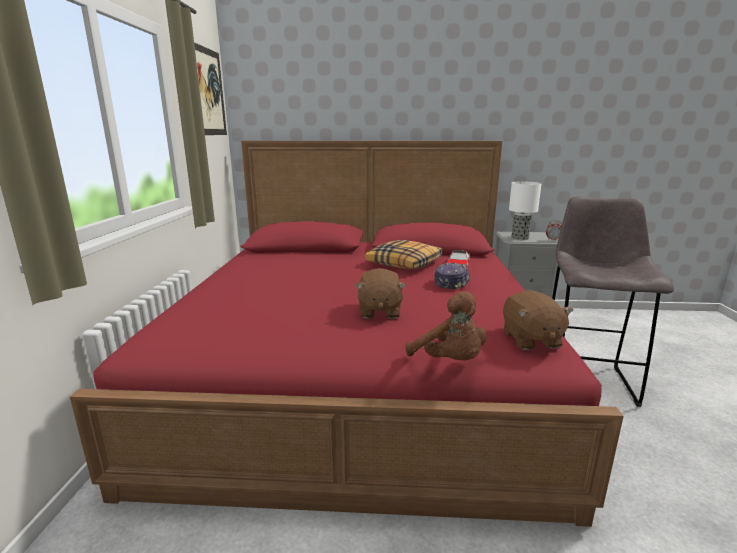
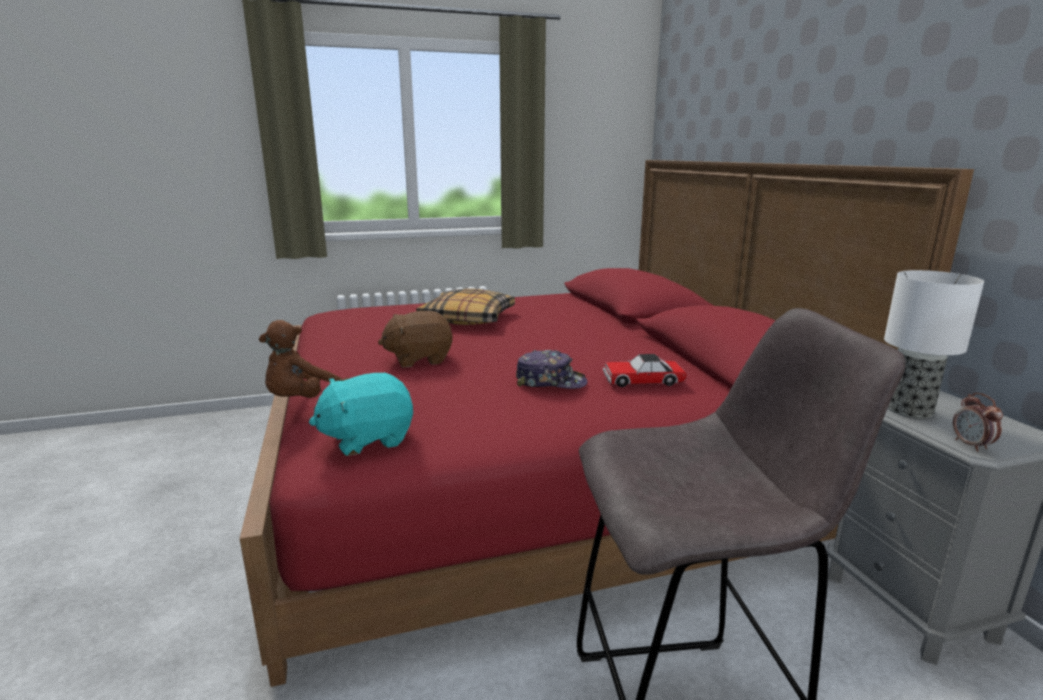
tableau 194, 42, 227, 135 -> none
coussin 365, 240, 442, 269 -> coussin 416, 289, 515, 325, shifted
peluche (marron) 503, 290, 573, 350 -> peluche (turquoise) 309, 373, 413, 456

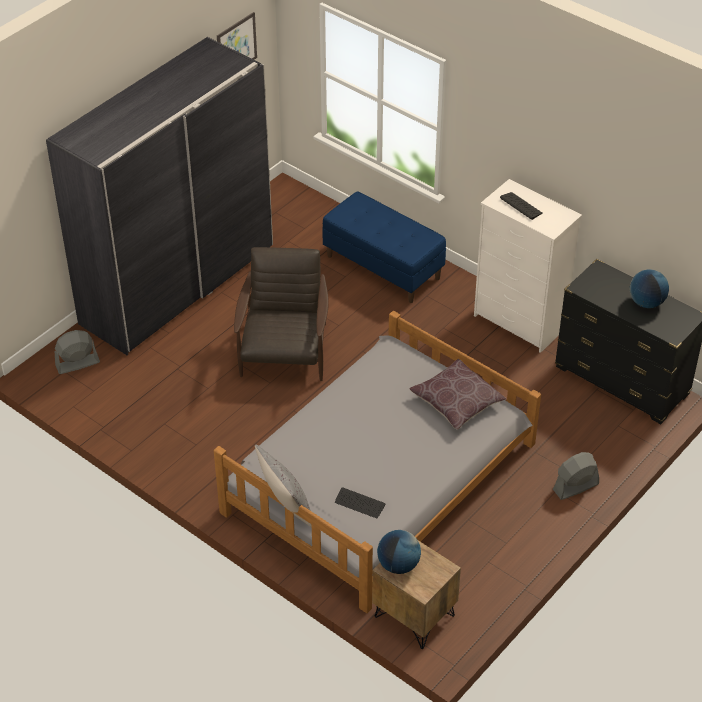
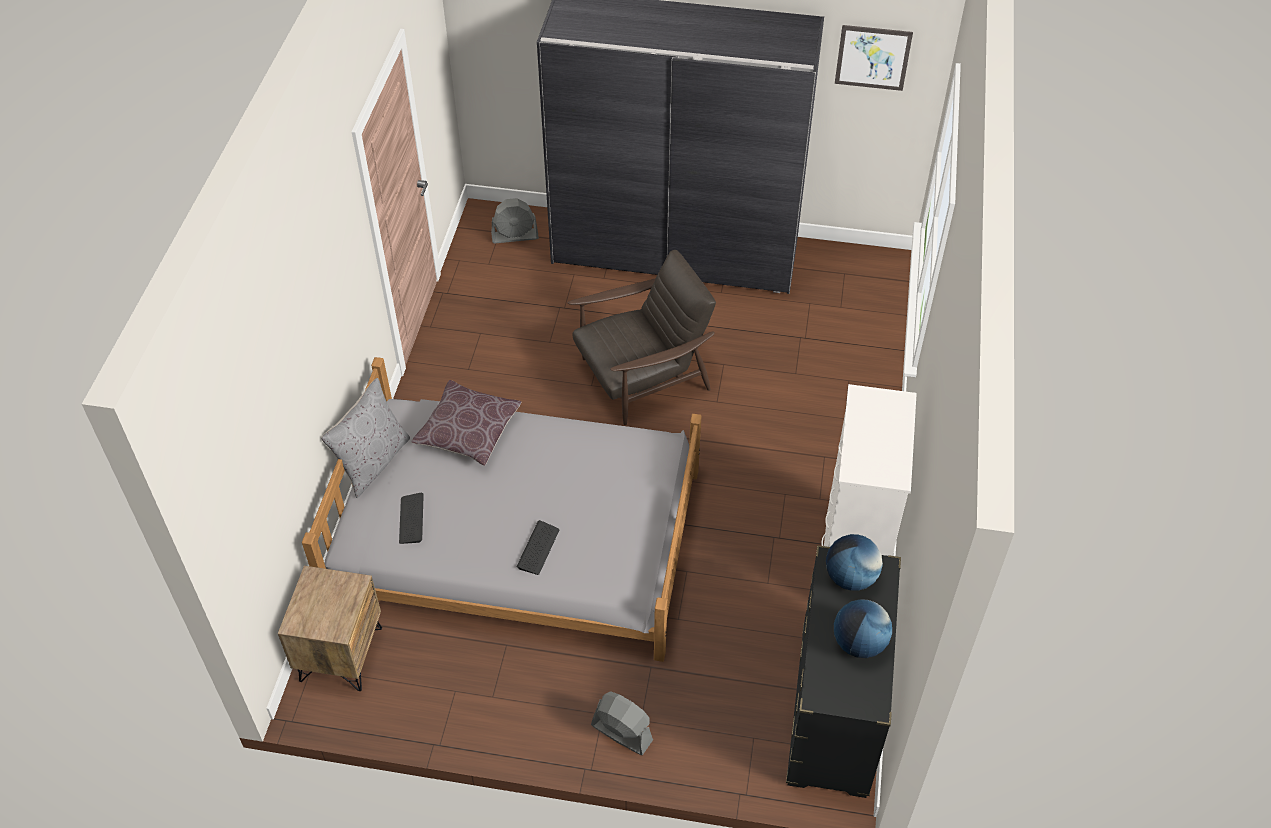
ventilateur (gris) 54, 330, 100, 374 -> ventilateur (gris) 491, 198, 539, 243, 135 degrees clockwise
banc (bleu) 322, 191, 446, 303 -> none
globe 377, 530, 421, 574 -> globe 826, 534, 883, 591, shifted
coussin (marron) 409, 359, 506, 430 -> coussin (marron) 411, 380, 522, 466, shifted
clavier 500, 192, 542, 220 -> clavier 517, 520, 559, 575, shifted

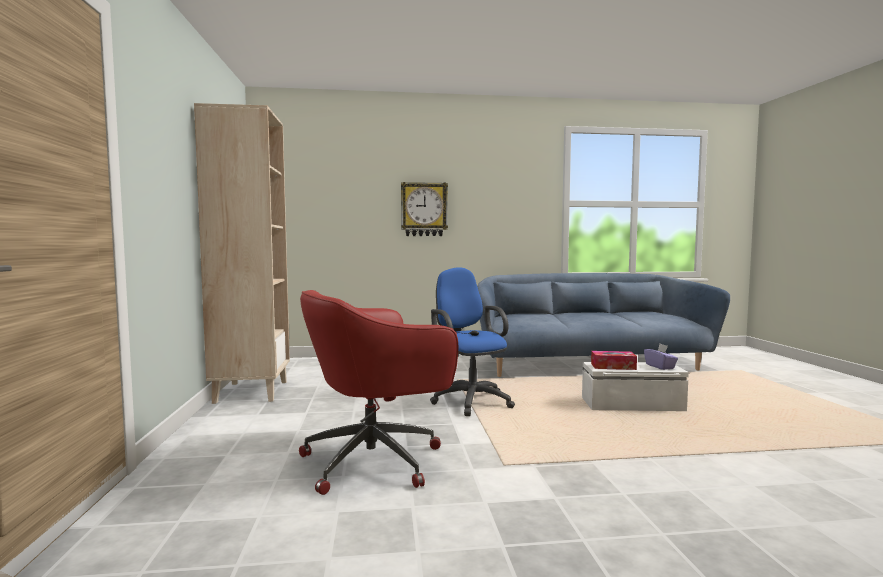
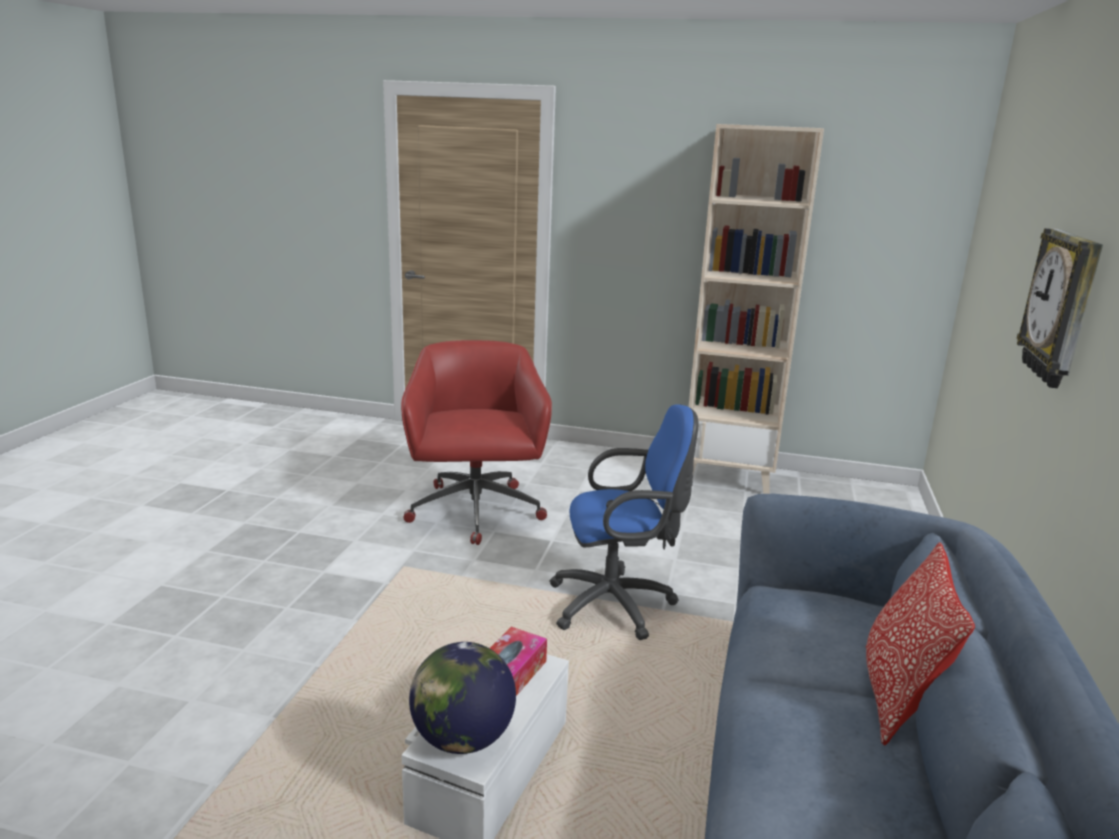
boîte à mouchoirs (violet) 644, 344, 678, 370 -> globe 409, 642, 516, 754
none -> coussin 866, 542, 975, 745

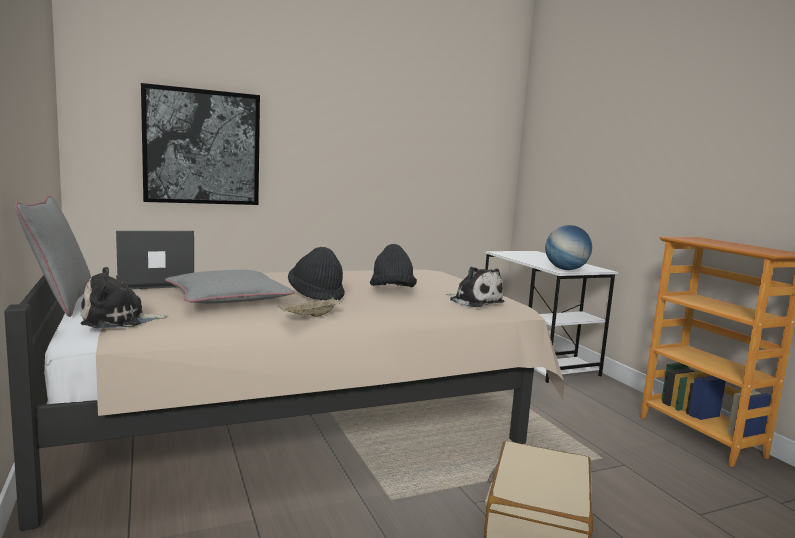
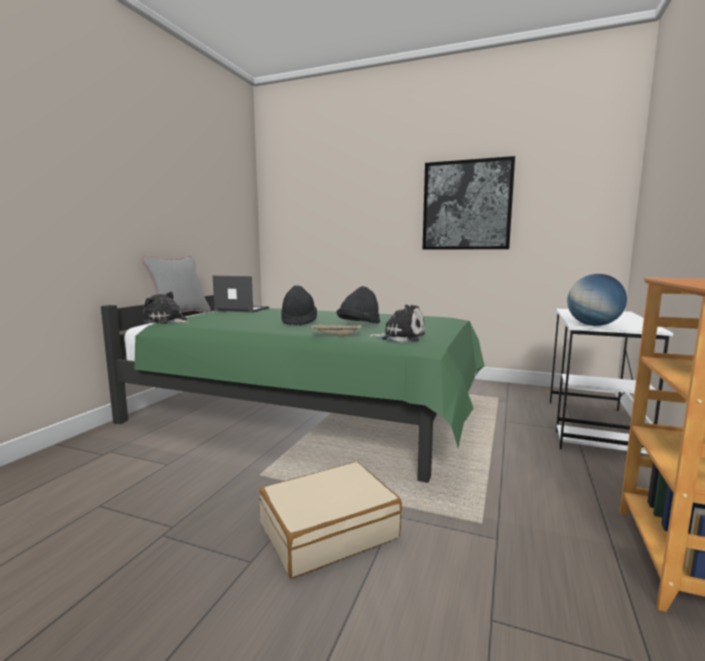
lit (beige) 4, 270, 564, 531 -> lit (vert) 101, 295, 485, 483
tableau 141, 83, 260, 205 -> tableau 423, 156, 515, 250, shifted
coussin (gris) 165, 270, 295, 304 -> none
plateau (beige) 278, 297, 341, 317 -> plateau (beige) 311, 324, 362, 336, shifted
peluche 446, 267, 504, 307 -> peluche 369, 304, 425, 342, 75 degrees counterclockwise

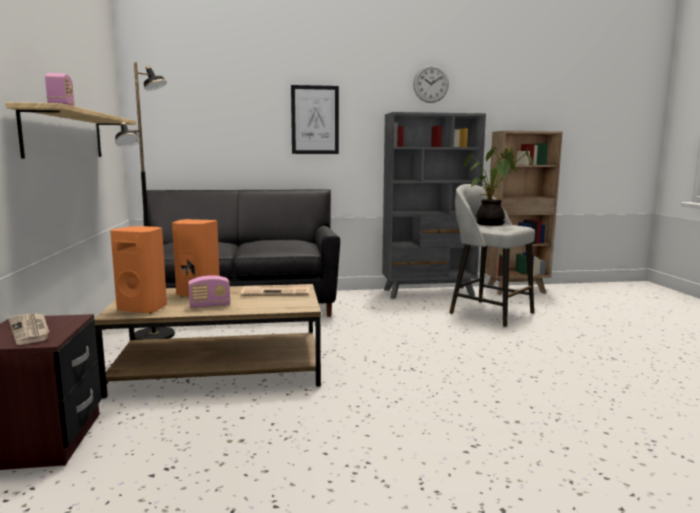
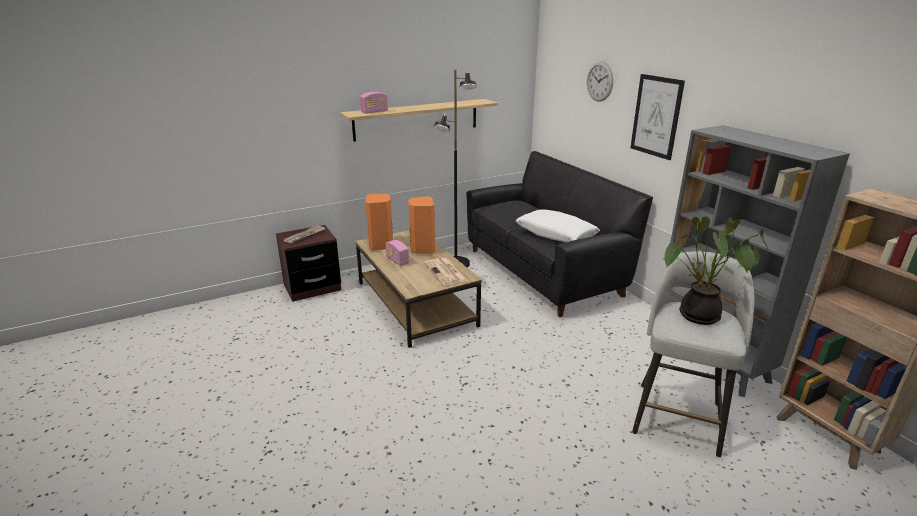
horloge murale 413, 65, 449, 103 -> horloge murale 587, 62, 613, 102, shifted
none -> coussin (blanc) 516, 209, 600, 242

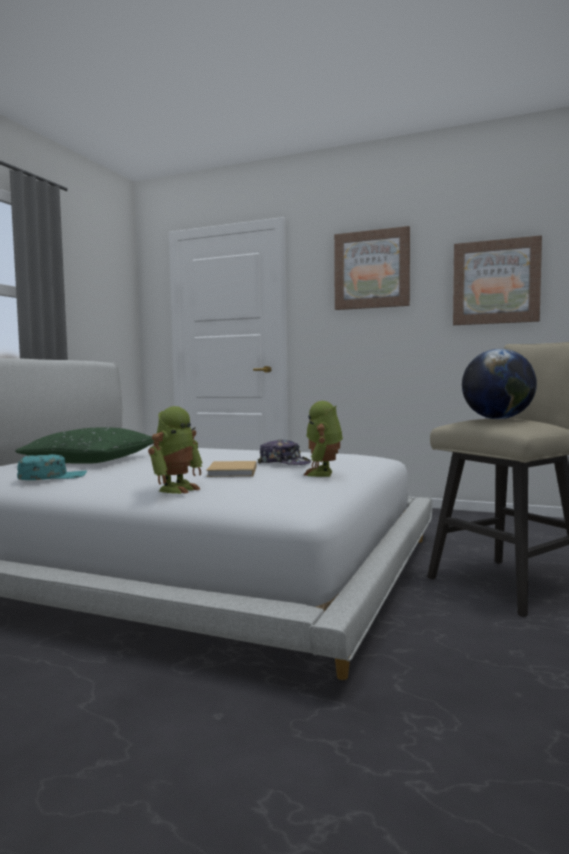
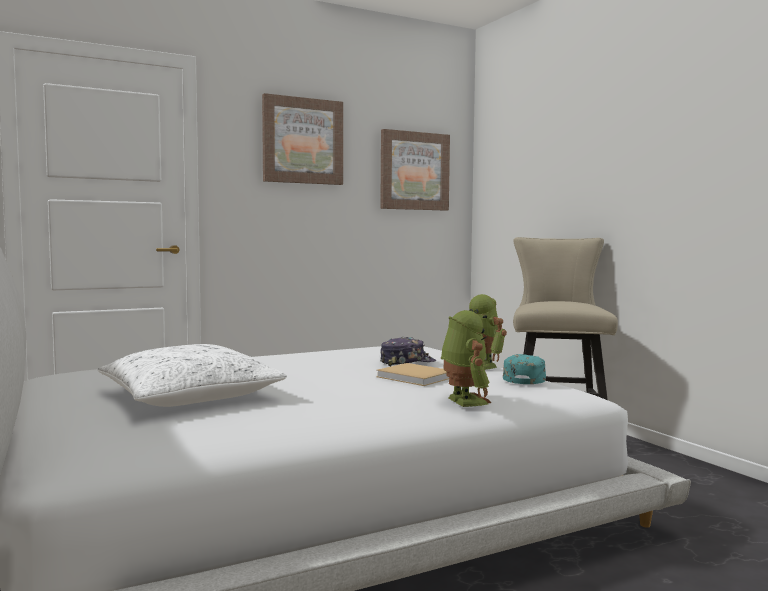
coussin (vert) 15, 428, 154, 464 -> coussin (blanc) 98, 344, 287, 407
casquette (turquoise) 17, 454, 87, 480 -> casquette (turquoise) 503, 354, 546, 384, shifted
globe 462, 349, 537, 419 -> none

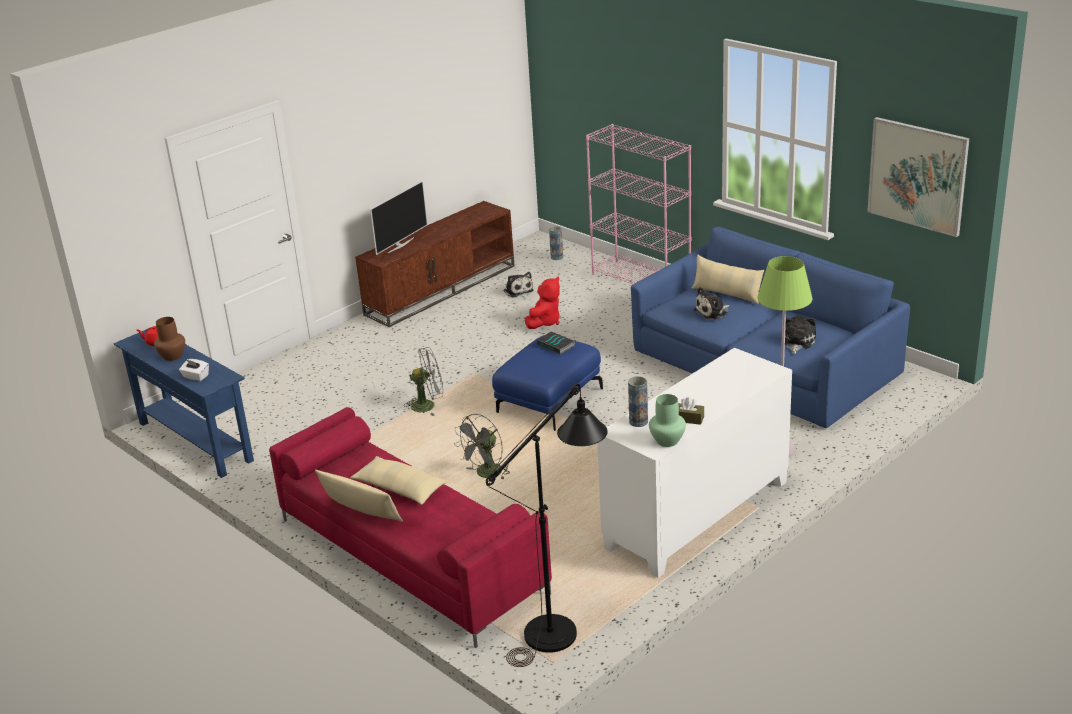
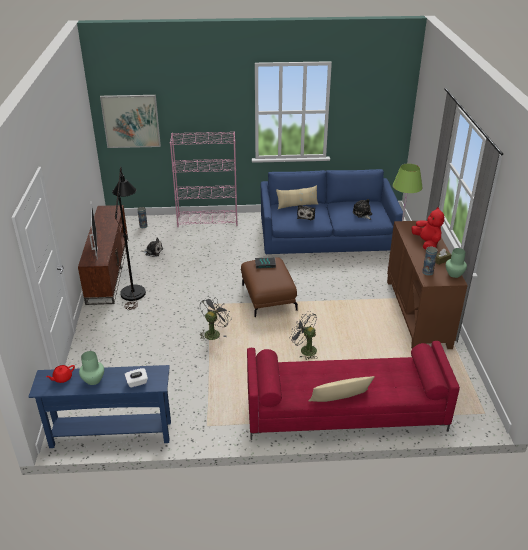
vase (marron) 154, 317, 185, 361 -> vase (vert) 79, 351, 104, 385
coussin (beige) 350, 456, 449, 505 -> none
ventilateur (gris) 454, 414, 510, 479 -> ventilateur (gris) 290, 311, 318, 359, 135 degrees clockwise
lampadaire (noir) 486, 383, 608, 667 -> lampadaire (noir) 112, 167, 146, 310, shifted
pouf (bleu) 492, 335, 603, 431 -> pouf (marron) 241, 257, 298, 317
peluche (rouge) 525, 277, 560, 329 -> peluche (rouge) 411, 207, 444, 250, shifted
meuble de rangement (blanc) 597, 348, 792, 578 -> meuble de rangement (marron) 387, 220, 468, 349
tableau 867, 117, 970, 237 -> tableau 100, 95, 161, 148, shifted

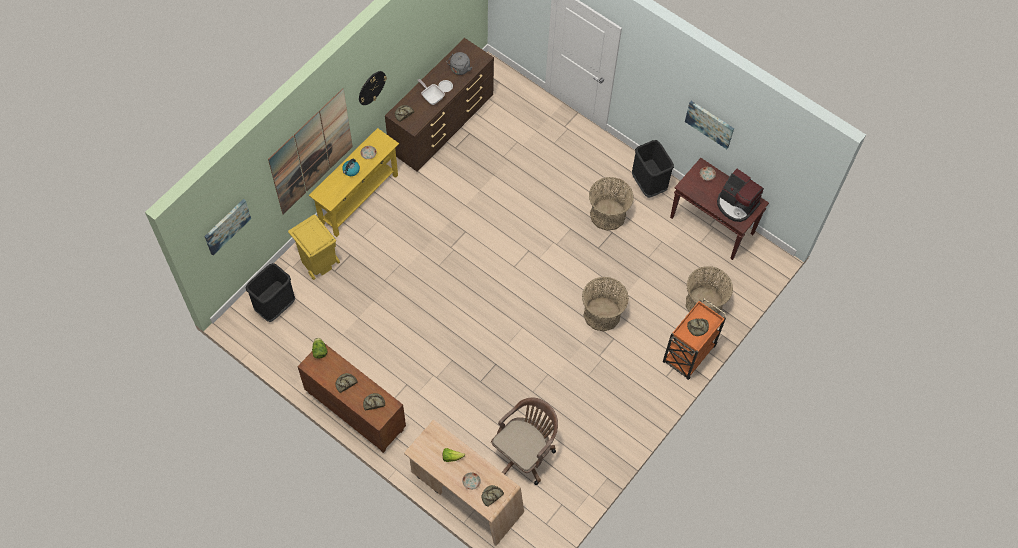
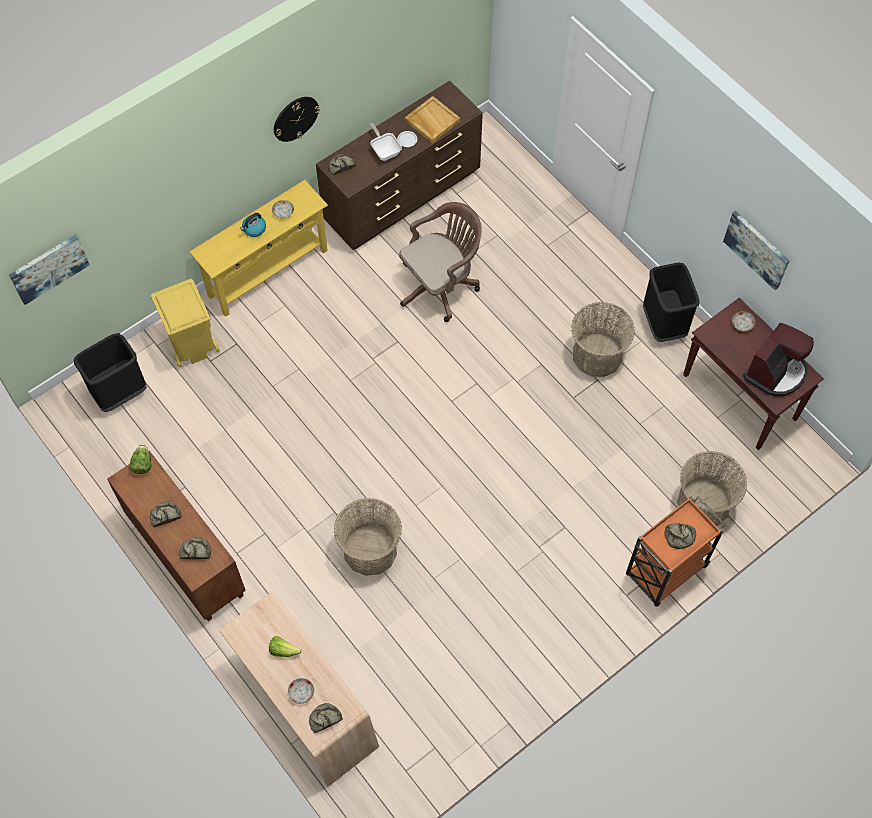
tableau 268, 88, 353, 215 -> none
bouilloire (gris) 447, 52, 472, 75 -> plateau (beige) 405, 96, 460, 143
chaise de bureau (marron) 491, 398, 558, 485 -> chaise de bureau (marron) 399, 202, 482, 322, shifted
panier 582, 277, 629, 331 -> panier 334, 498, 402, 576, shifted
machine à café 717, 169, 764, 222 -> machine à café 743, 323, 814, 396, 105 degrees counterclockwise

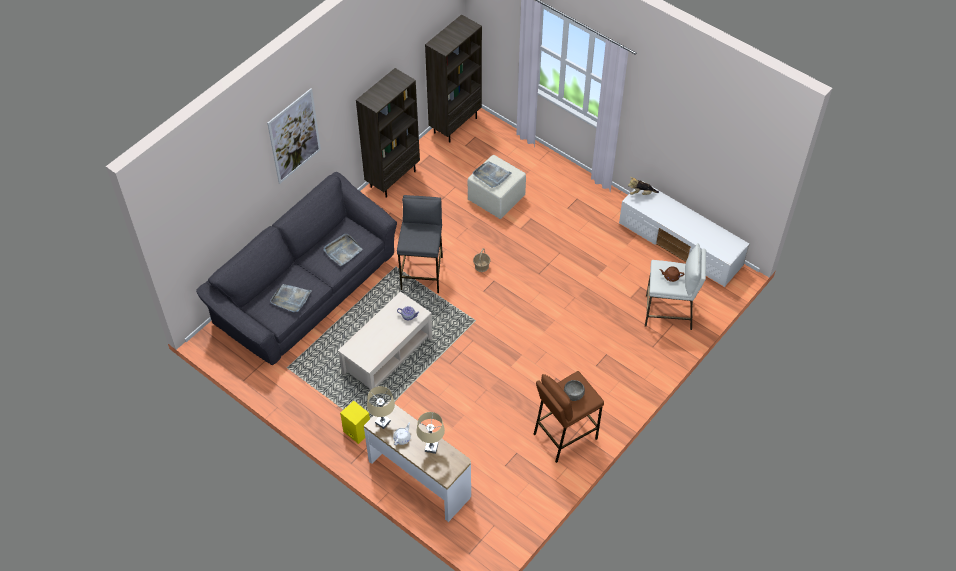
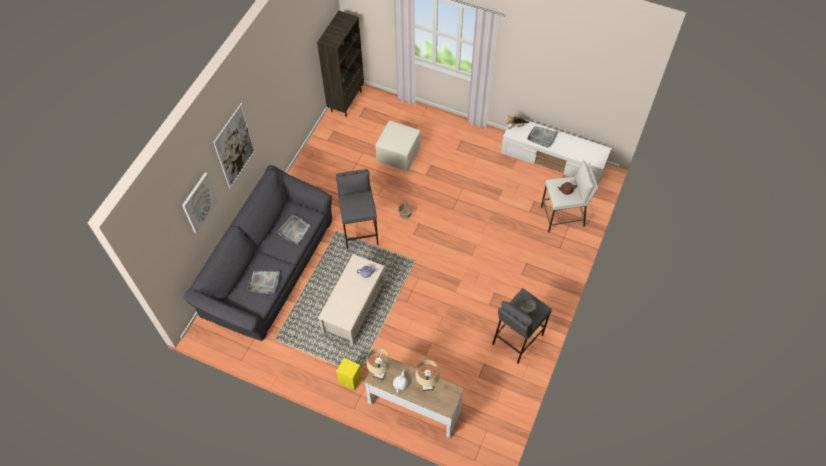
bibliothèque (marron) 356, 68, 420, 198 -> none
plateau (gris) 473, 161, 512, 188 -> plateau (gris) 527, 126, 558, 148, shifted
tabouret (marron) 534, 371, 604, 463 -> tabouret (gris) 492, 288, 552, 364
none -> tableau 182, 173, 218, 233

